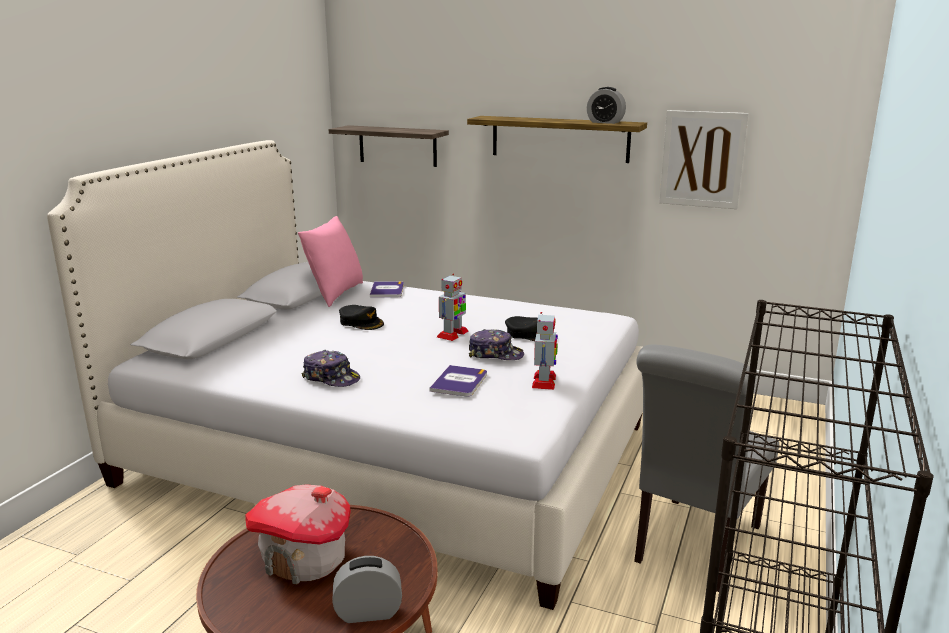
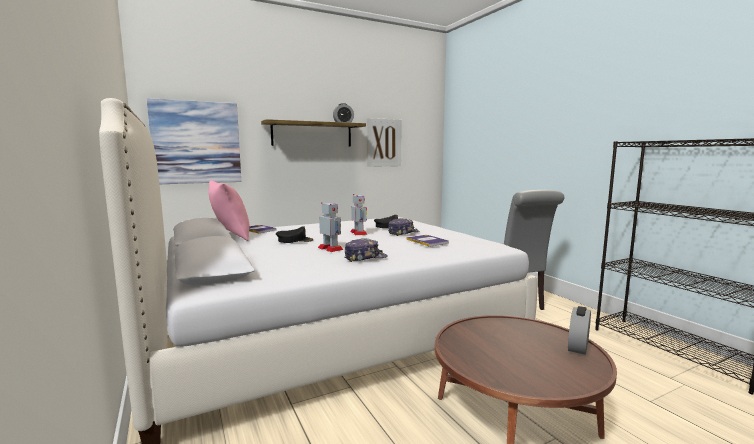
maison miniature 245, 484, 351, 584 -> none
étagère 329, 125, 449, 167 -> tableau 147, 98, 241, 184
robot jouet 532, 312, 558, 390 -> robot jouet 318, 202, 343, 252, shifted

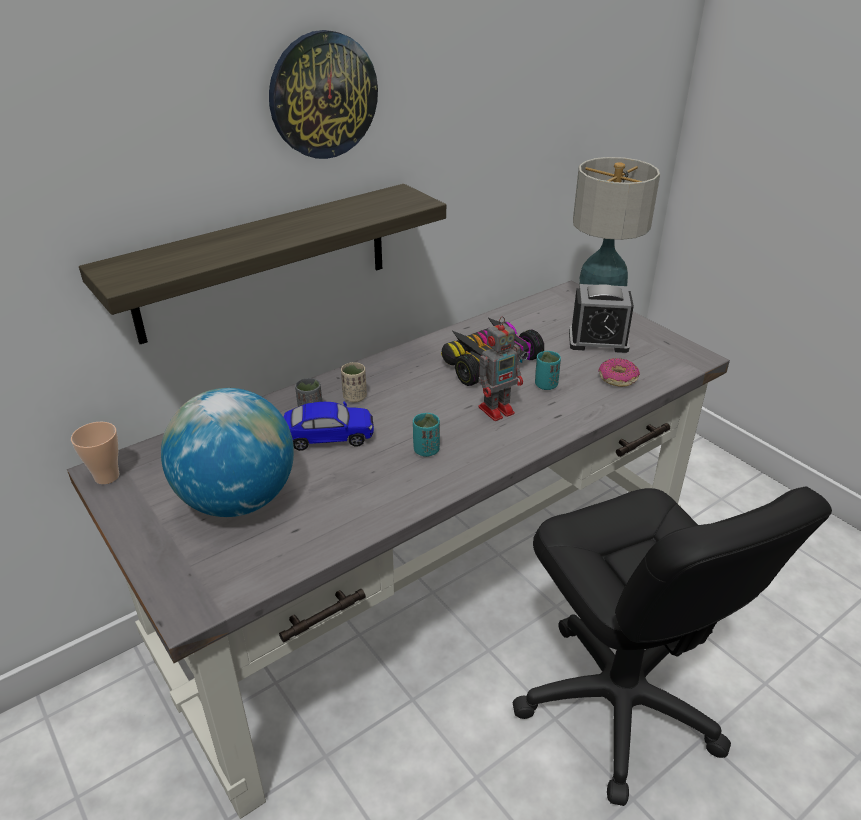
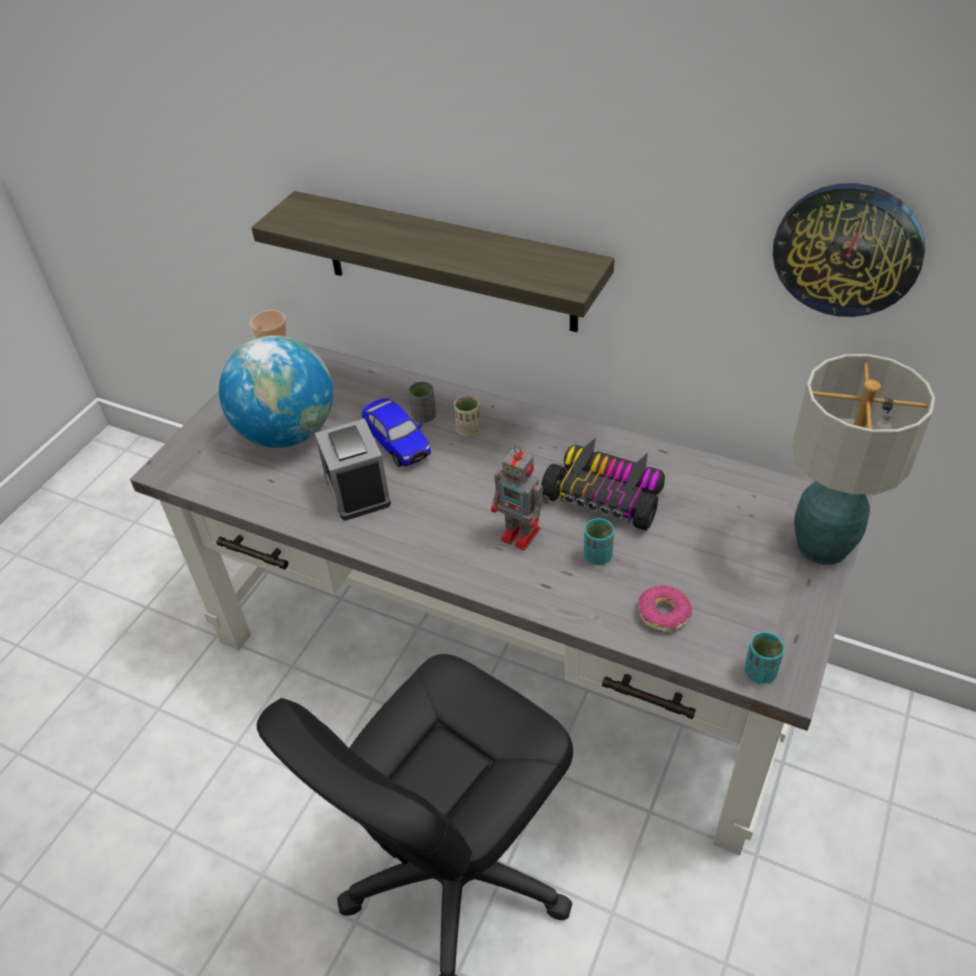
horloge murale 269, 30, 378, 159 -> horloge murale 773, 183, 925, 317, shifted
tasse (turquoise) 413, 413, 440, 457 -> tasse (turquoise) 745, 632, 785, 684, shifted
réveil 569, 284, 634, 353 -> réveil 315, 418, 391, 520, shifted

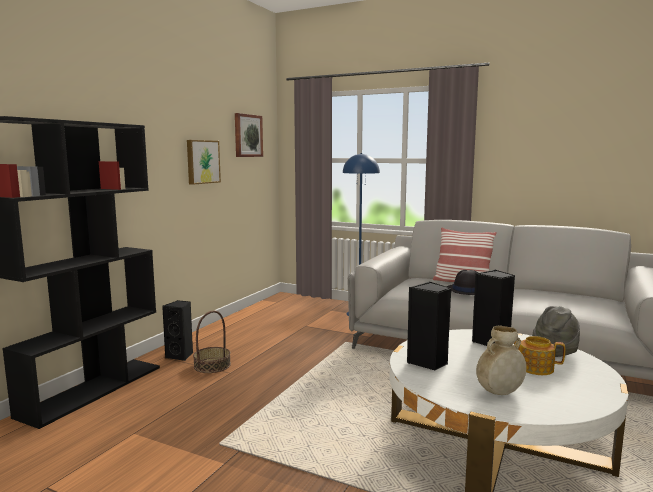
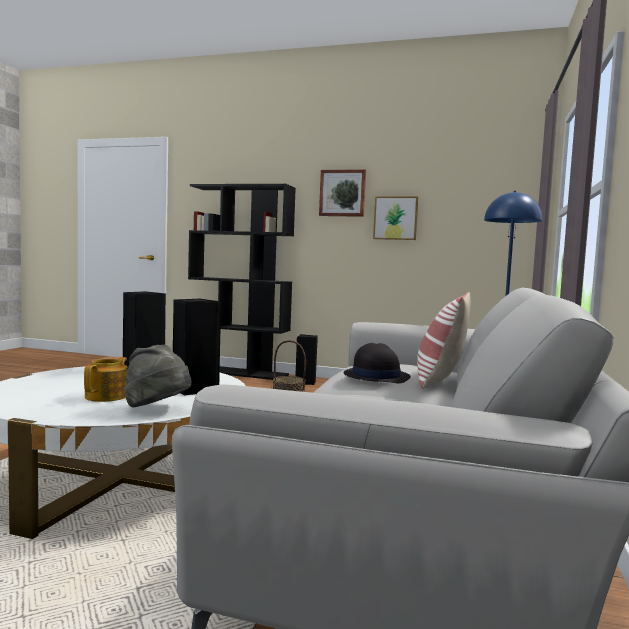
tableau 235, 113, 263, 157 -> tableau 319, 169, 366, 217, shifted
vase (beige) 476, 325, 527, 395 -> none

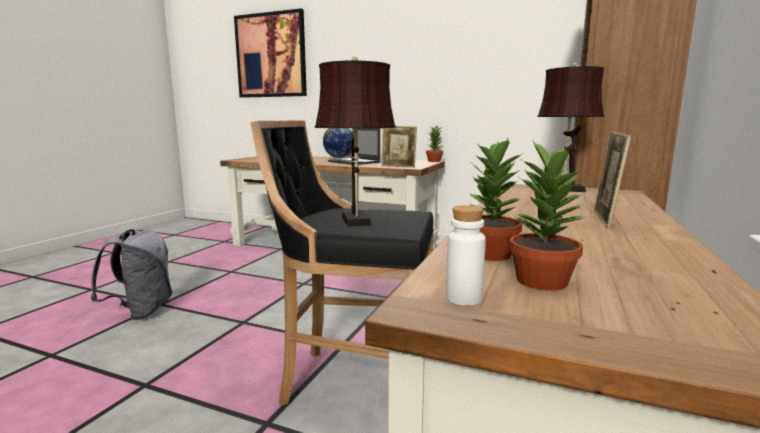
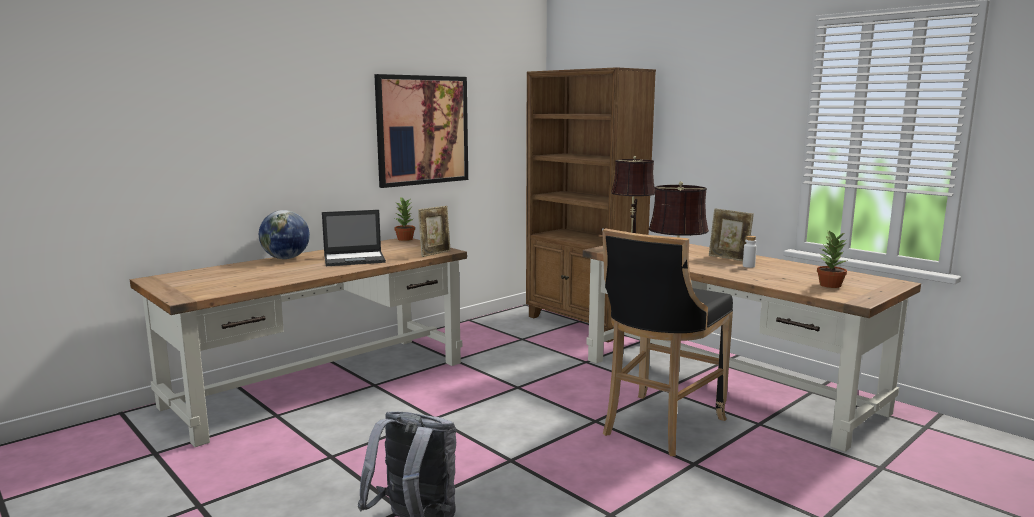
tableau 234, 8, 307, 98 -> tableau 374, 74, 468, 188, shifted
bouteille (blanc) 446, 205, 486, 306 -> bouteille (blanc) 743, 236, 757, 268, shifted
plante en pot 468, 137, 525, 261 -> none

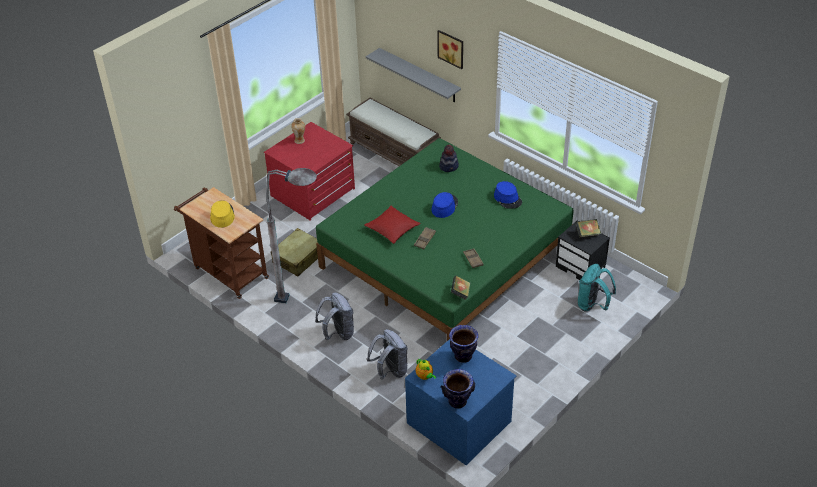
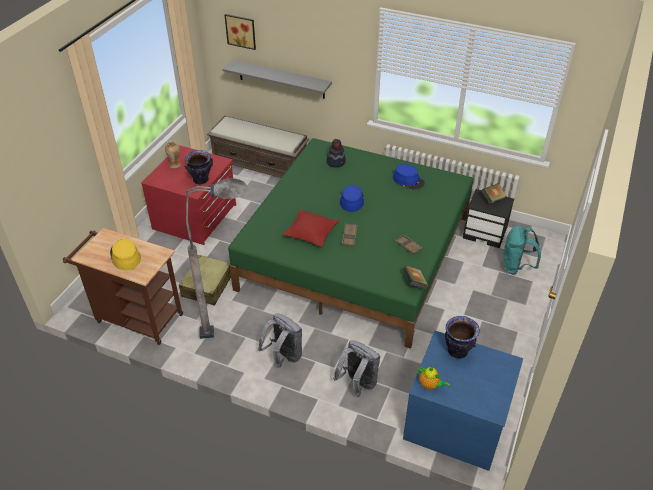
tableau 438, 30, 463, 69 -> tableau 225, 14, 256, 50, shifted
vase 441, 369, 475, 409 -> vase 184, 150, 213, 184, shifted

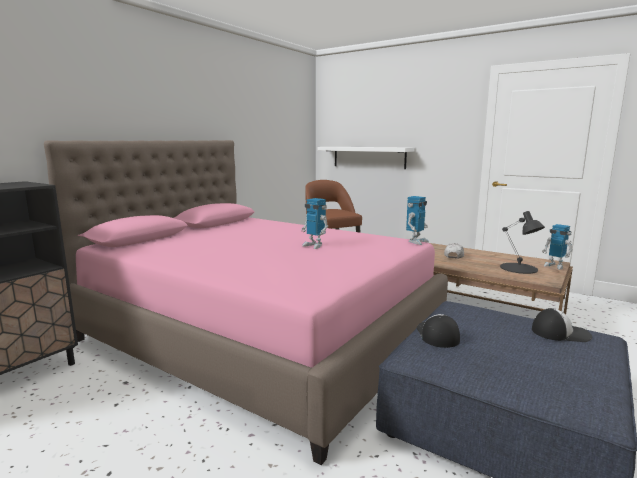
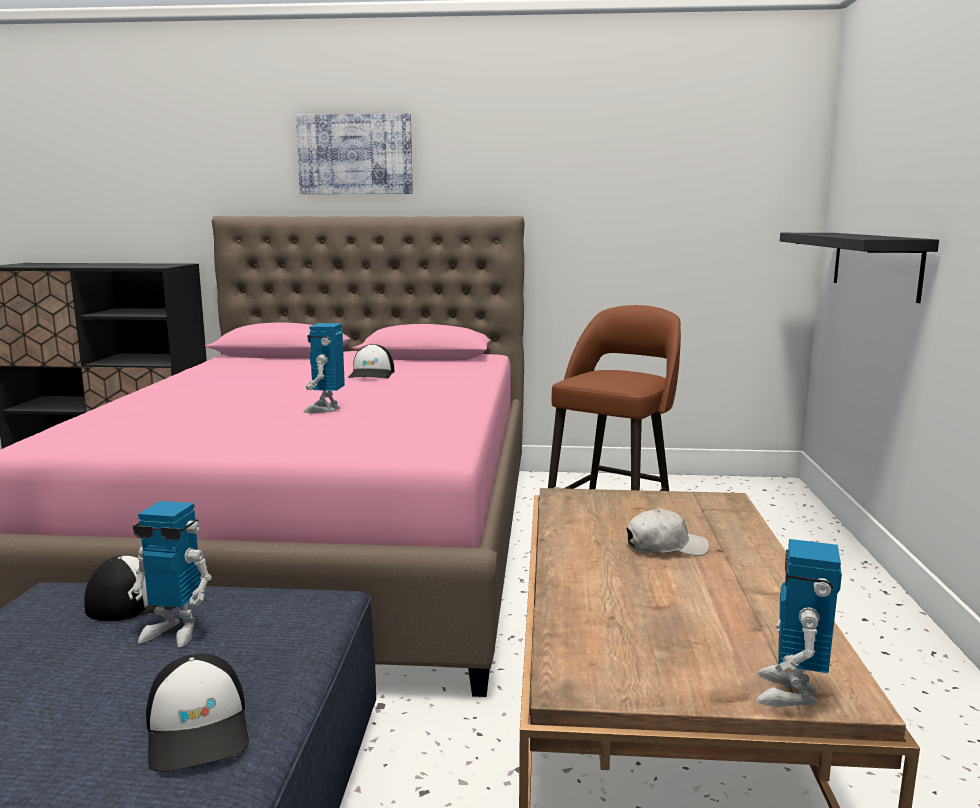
étagère (blanc) 318, 147, 415, 169 -> étagère (noir) 780, 233, 939, 303
robot jouet 406, 196, 429, 245 -> robot jouet 128, 501, 212, 647, shifted
lampe de table (noir) 500, 211, 545, 274 -> none
none -> tableau 296, 113, 413, 194
none -> casquette 348, 344, 395, 379

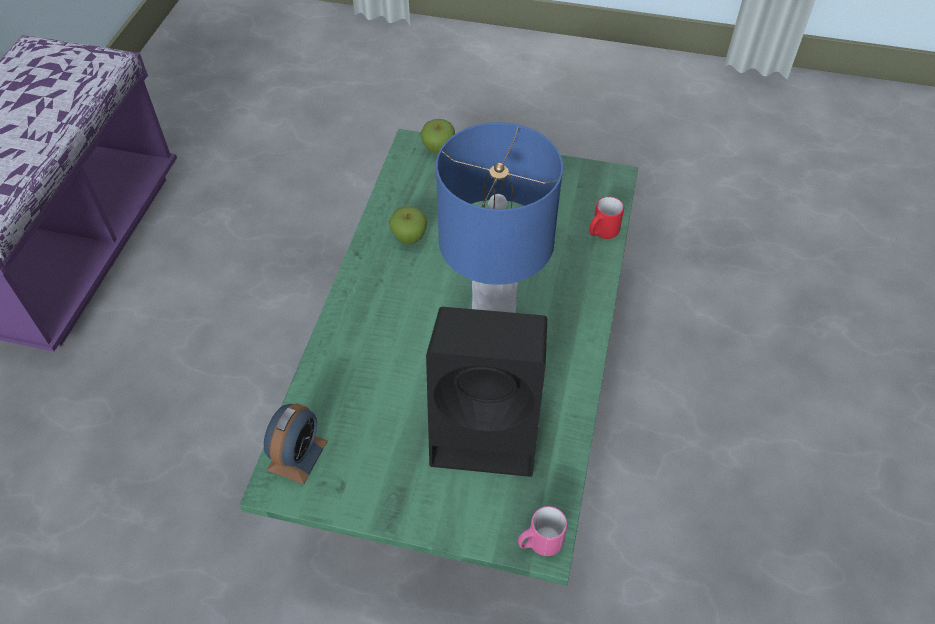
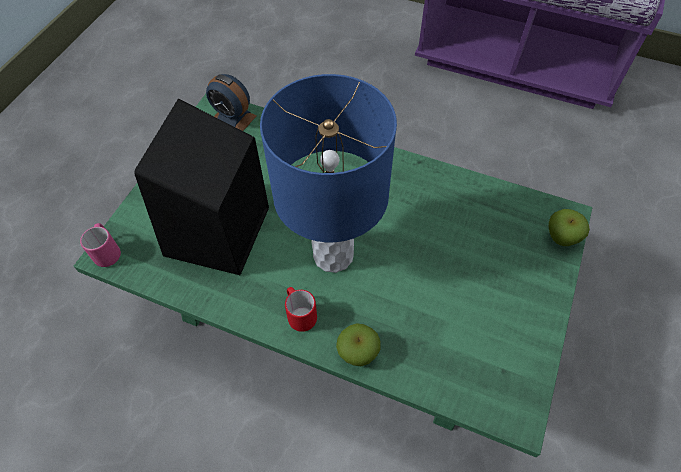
pomme 389, 206, 427, 244 -> pomme 336, 323, 381, 366, shifted
mug (rouge) 589, 197, 624, 239 -> mug (rouge) 285, 287, 317, 332, shifted

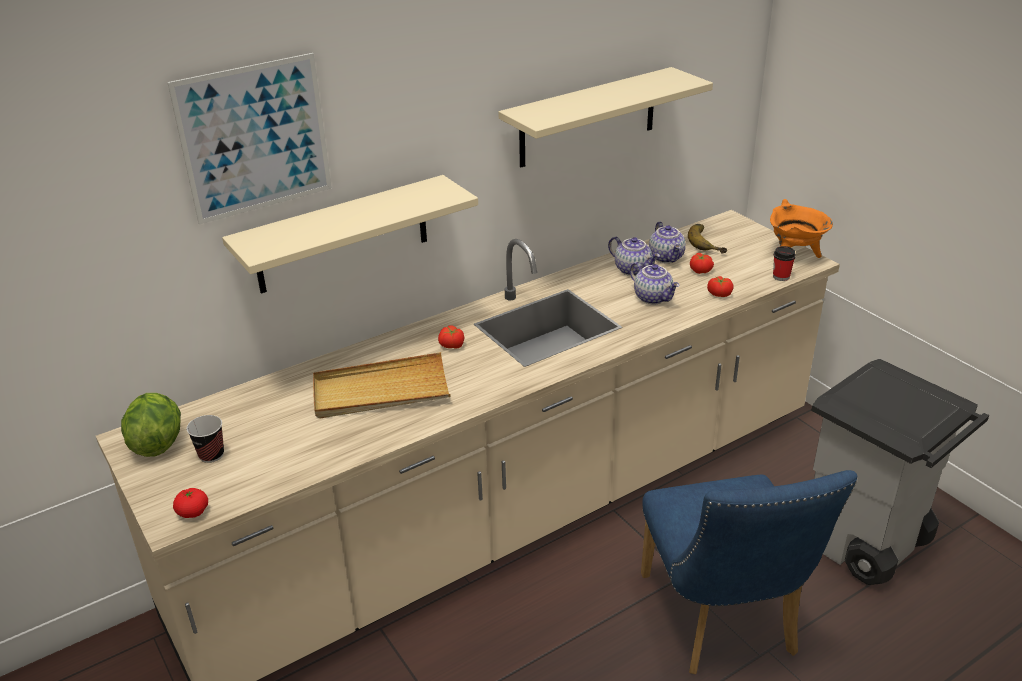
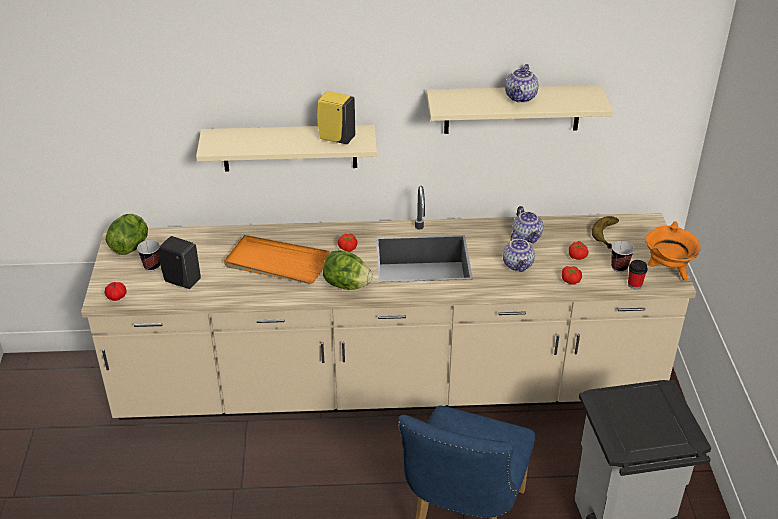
tableau 167, 53, 332, 225 -> none
plateau (beige) 313, 352, 451, 419 -> plateau (orange) 224, 235, 330, 284
théière 649, 221, 686, 263 -> théière 505, 64, 538, 103, shifted
none -> distributeur de savon (noir) 159, 236, 201, 289
none -> distributeur de savon (jaune) 317, 91, 355, 144
none -> laitue 323, 250, 373, 290
none -> tasse 611, 241, 635, 272

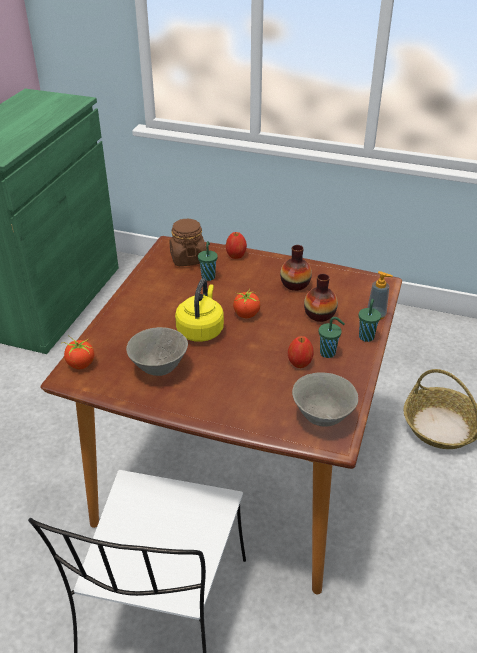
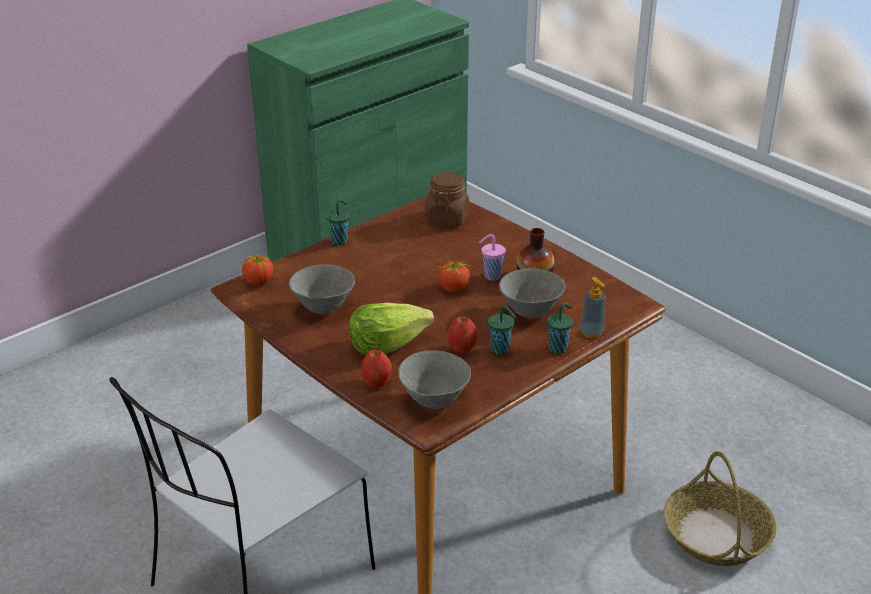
bouilloire (jaune) 175, 278, 224, 342 -> none
tasse (vert) 198, 241, 218, 281 -> tasse (vert) 326, 199, 350, 245, shifted
pomme 226, 232, 247, 259 -> pomme 361, 350, 392, 388, shifted
vase 304, 274, 338, 322 -> bol (gris) 499, 268, 566, 318
none -> laitue 349, 303, 434, 355
none -> tasse (rose) 479, 234, 506, 281

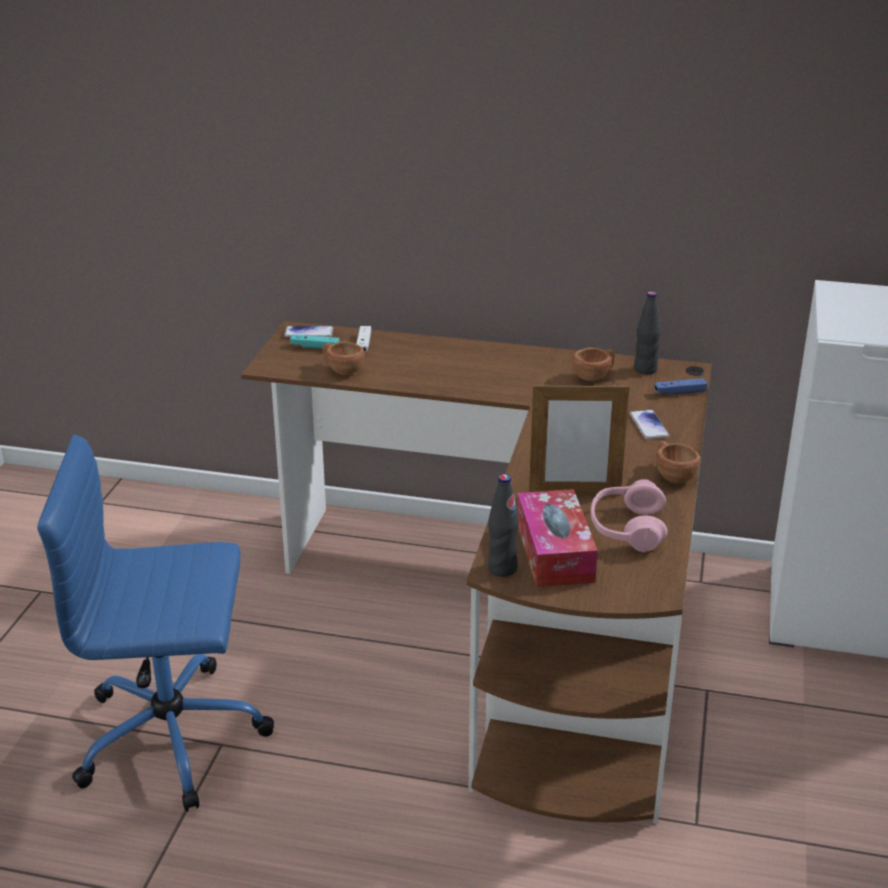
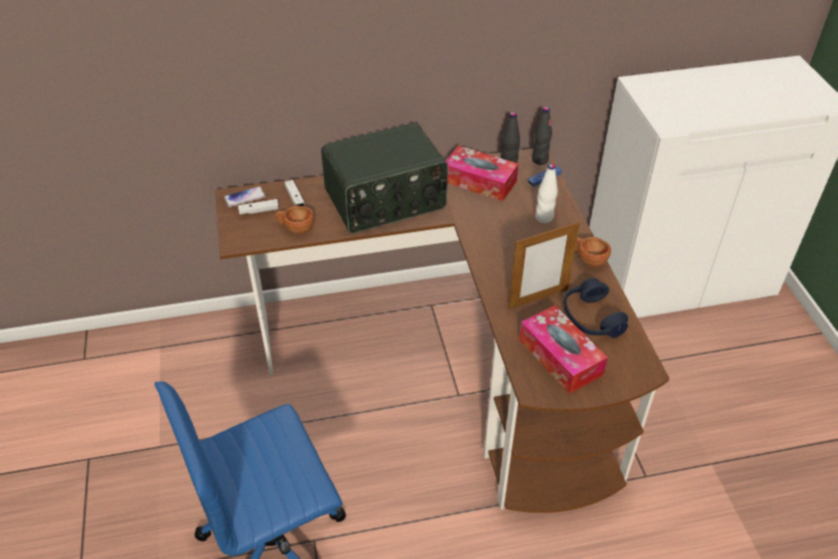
manette (turquoise) 290, 334, 339, 349 -> manette (blanc) 238, 199, 279, 214
bouteille (noir) 488, 474, 519, 577 -> bouteille (noir) 532, 107, 552, 165, shifted
tasse (marron) 572, 348, 615, 381 -> boîte à mouchoirs 446, 145, 519, 201
casque audio (rose) 590, 479, 667, 552 -> casque audio (bleu) 564, 278, 628, 338
téléphone 630, 410, 669, 440 -> bouteille (blanc) 535, 163, 558, 223
none -> radio 321, 123, 448, 234

